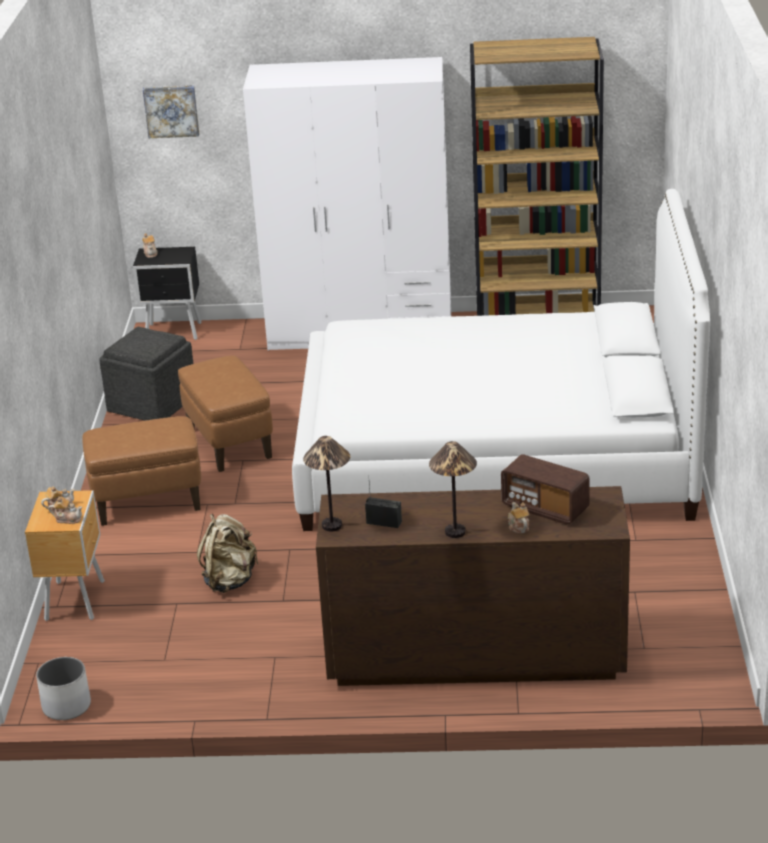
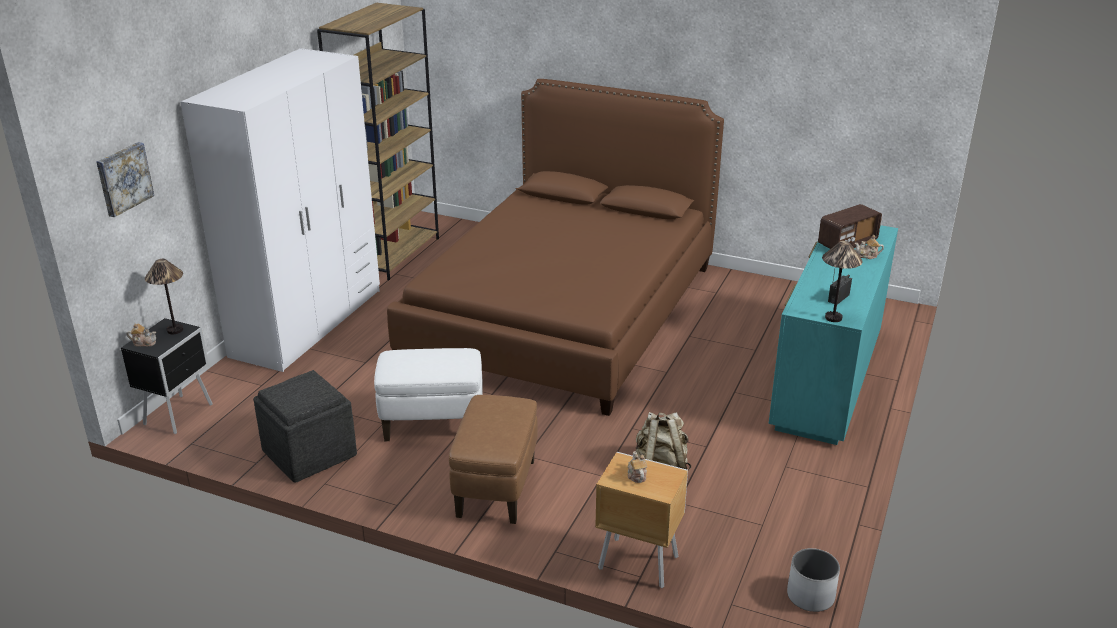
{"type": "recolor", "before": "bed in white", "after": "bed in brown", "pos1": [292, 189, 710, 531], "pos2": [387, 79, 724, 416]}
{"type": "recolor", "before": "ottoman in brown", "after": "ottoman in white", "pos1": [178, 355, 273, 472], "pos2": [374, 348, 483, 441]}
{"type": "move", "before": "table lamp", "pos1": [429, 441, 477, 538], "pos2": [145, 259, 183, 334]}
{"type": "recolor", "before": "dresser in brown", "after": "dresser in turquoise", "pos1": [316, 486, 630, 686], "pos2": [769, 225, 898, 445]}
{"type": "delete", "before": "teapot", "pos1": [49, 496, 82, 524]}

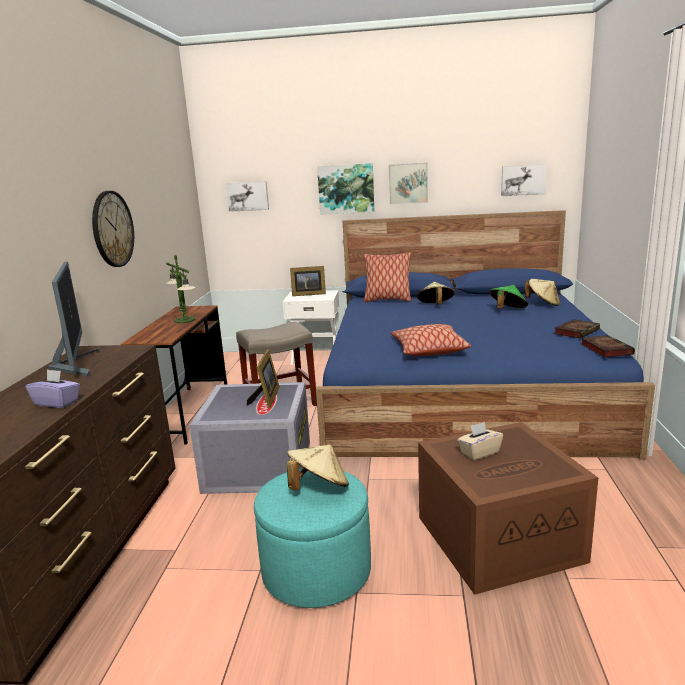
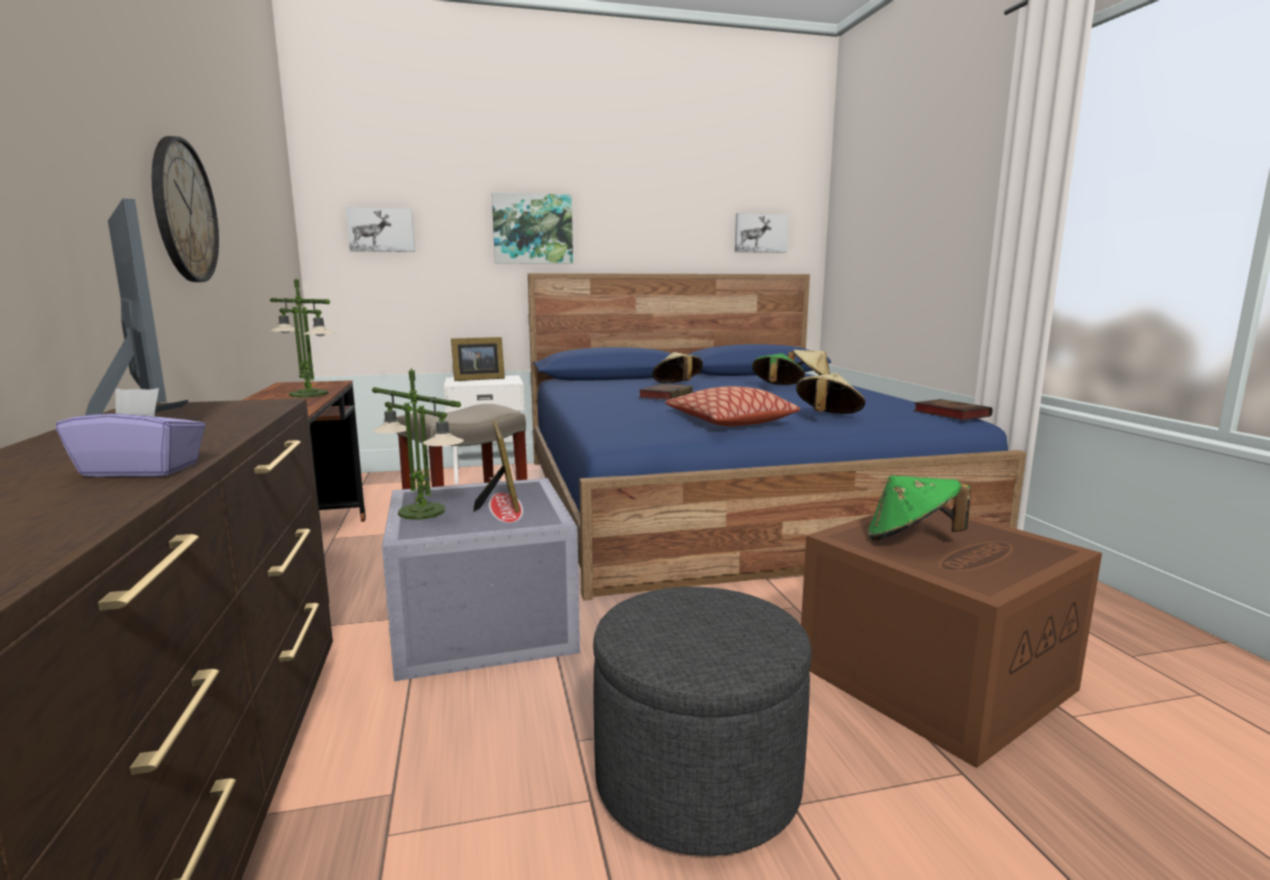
{"type": "delete", "before": "picture", "pos1": [389, 163, 428, 204]}
{"type": "delete", "before": "pillow", "pos1": [363, 252, 412, 302]}
{"type": "move", "before": "book", "pos1": [554, 319, 600, 338], "pos2": [638, 384, 693, 400]}
{"type": "replace", "before": "tissue box in beige", "after": "hat in green", "pos1": [457, 422, 503, 461], "pos2": [867, 475, 971, 540]}
{"type": "move", "before": "hat in beige", "pos1": [287, 444, 349, 490], "pos2": [796, 373, 865, 414]}
{"type": "recolor", "before": "ottoman in turquoise", "after": "ottoman in grey", "pos1": [254, 468, 371, 608], "pos2": [593, 587, 812, 856]}
{"type": "insert", "after": "table lamp", "pos2": [372, 368, 464, 520]}

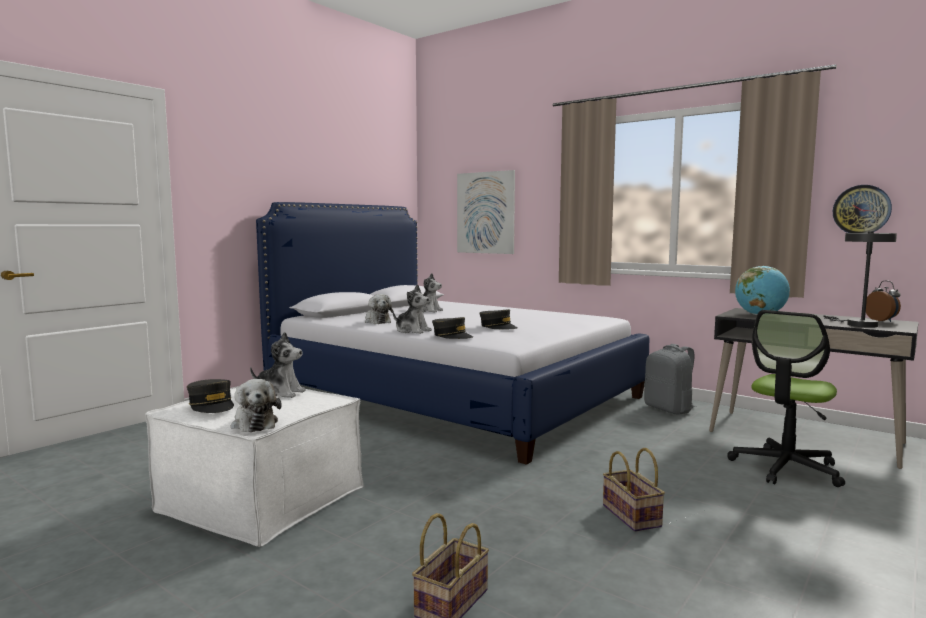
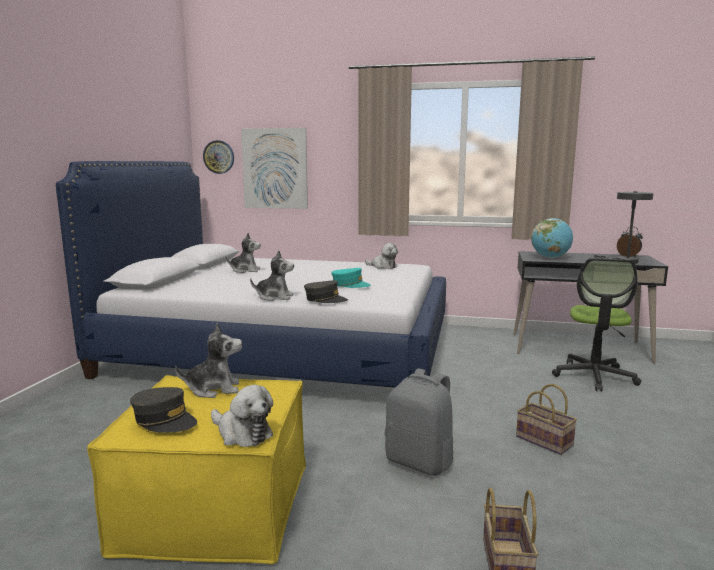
{"type": "move", "before": "wall clock", "pos1": [833, 185, 892, 233], "pos2": [203, 140, 234, 174]}
{"type": "move", "before": "plush toy", "pos1": [365, 294, 393, 324], "pos2": [365, 243, 398, 269]}
{"type": "recolor", "before": "cap in grey", "after": "cap in turquoise", "pos1": [479, 309, 518, 329], "pos2": [331, 268, 371, 288]}
{"type": "move", "before": "backpack in grey", "pos1": [644, 344, 696, 415], "pos2": [385, 369, 453, 476]}
{"type": "recolor", "before": "ottoman in white", "after": "ottoman in yellow", "pos1": [145, 387, 364, 547], "pos2": [87, 375, 306, 564]}

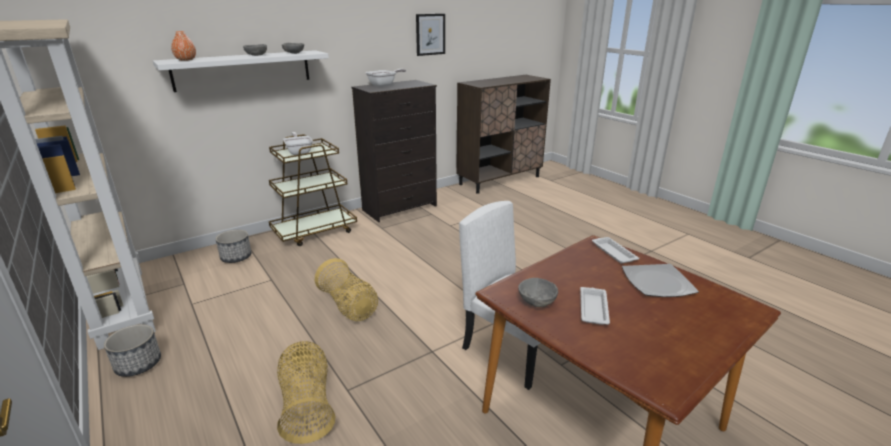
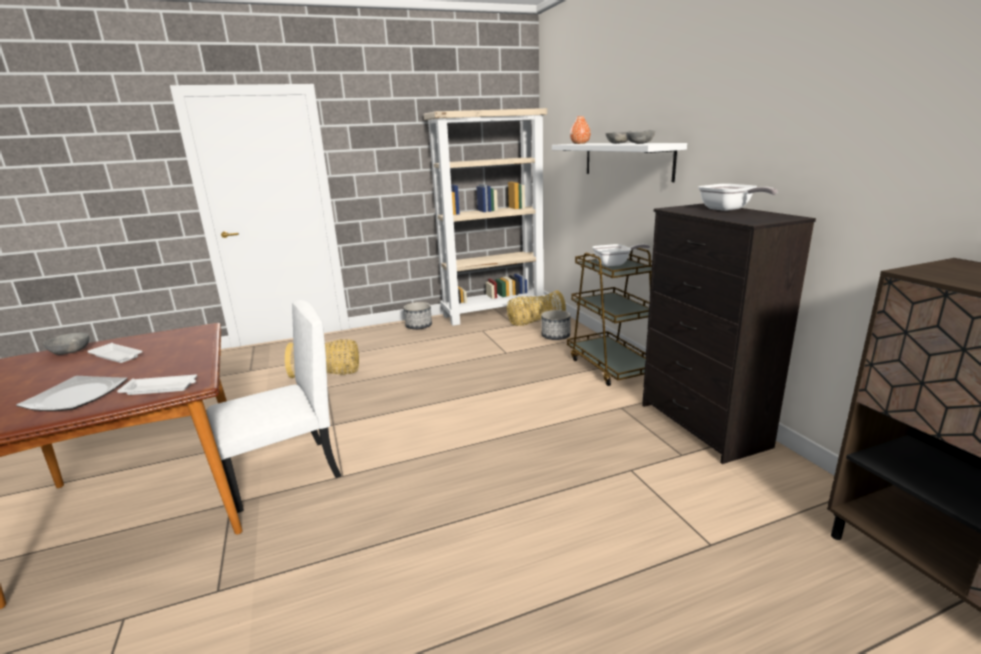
{"type": "delete", "before": "picture", "pos1": [416, 14, 445, 56]}
{"type": "move", "before": "basket", "pos1": [315, 258, 378, 321], "pos2": [507, 290, 566, 326]}
{"type": "move", "before": "bowl in grey", "pos1": [518, 278, 558, 307], "pos2": [43, 333, 89, 355]}

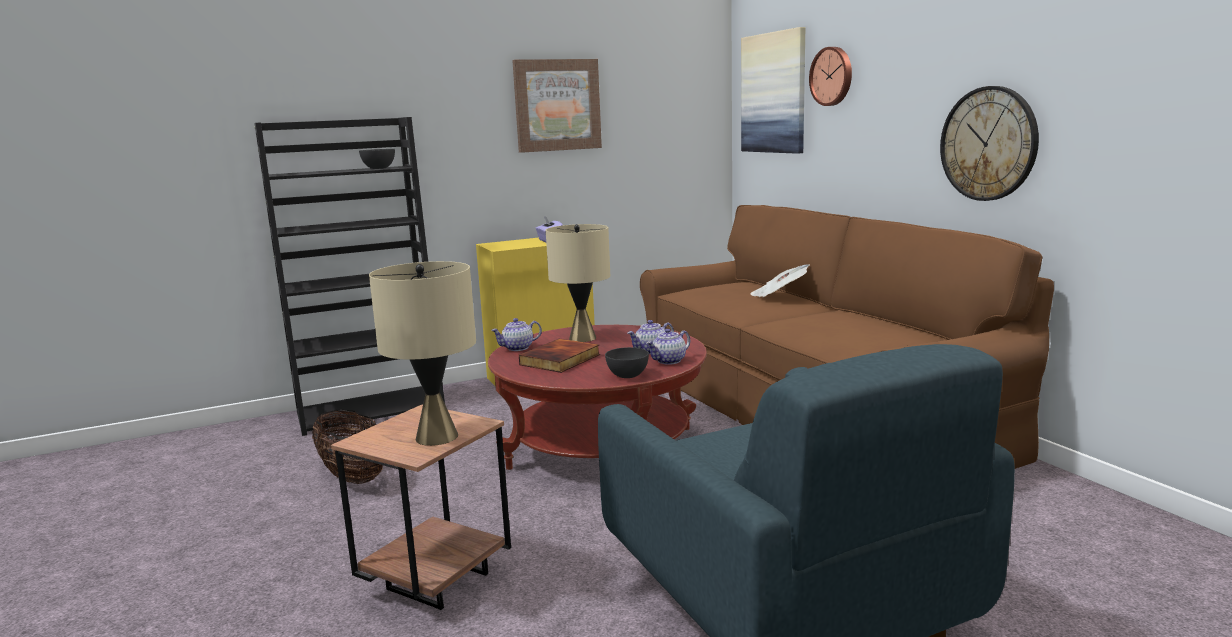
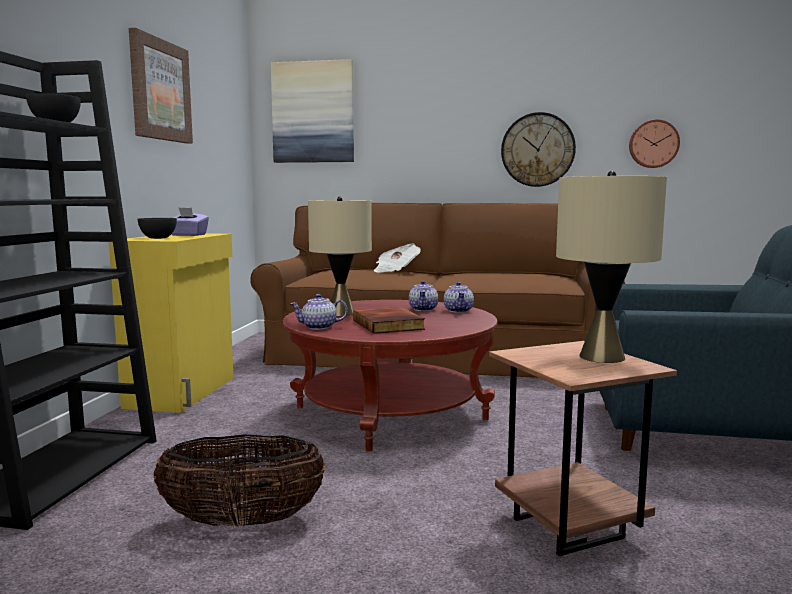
{"type": "move", "before": "wall clock", "pos1": [809, 47, 852, 106], "pos2": [629, 119, 680, 168]}
{"type": "rotate", "before": "teapot", "pos1": [491, 318, 542, 351], "pos2": [290, 294, 348, 330], "turn": 75}
{"type": "move", "before": "bowl in grey", "pos1": [605, 347, 649, 378], "pos2": [137, 218, 177, 239]}

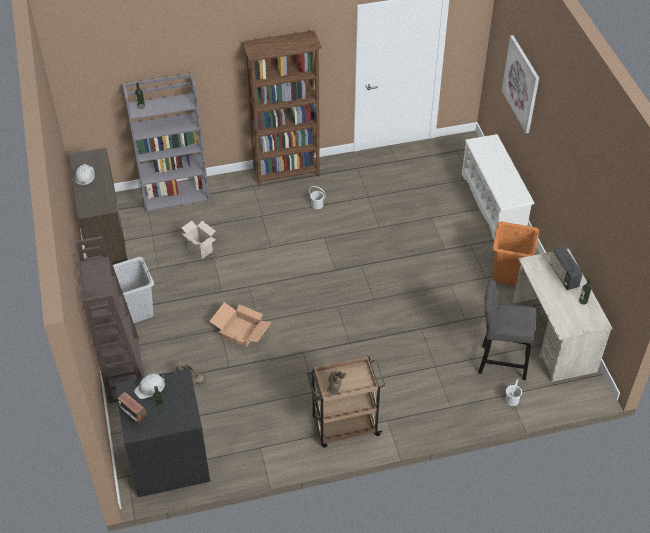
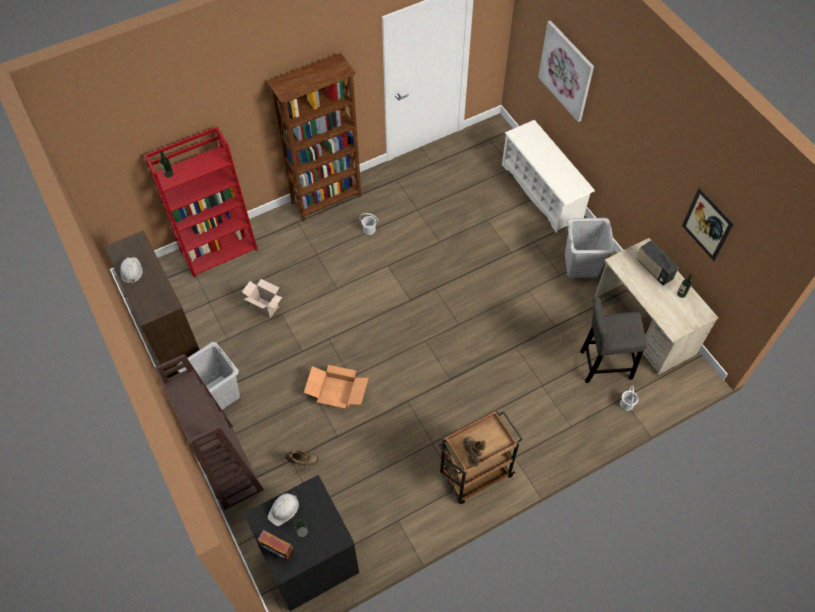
{"type": "recolor", "before": "bookcase in grey", "after": "bookcase in red", "pos1": [123, 73, 210, 213], "pos2": [144, 126, 258, 277]}
{"type": "recolor", "before": "laundry basket in orange", "after": "laundry basket in grey", "pos1": [493, 222, 539, 286], "pos2": [565, 218, 615, 278]}
{"type": "insert", "after": "picture", "pos2": [682, 187, 734, 261]}

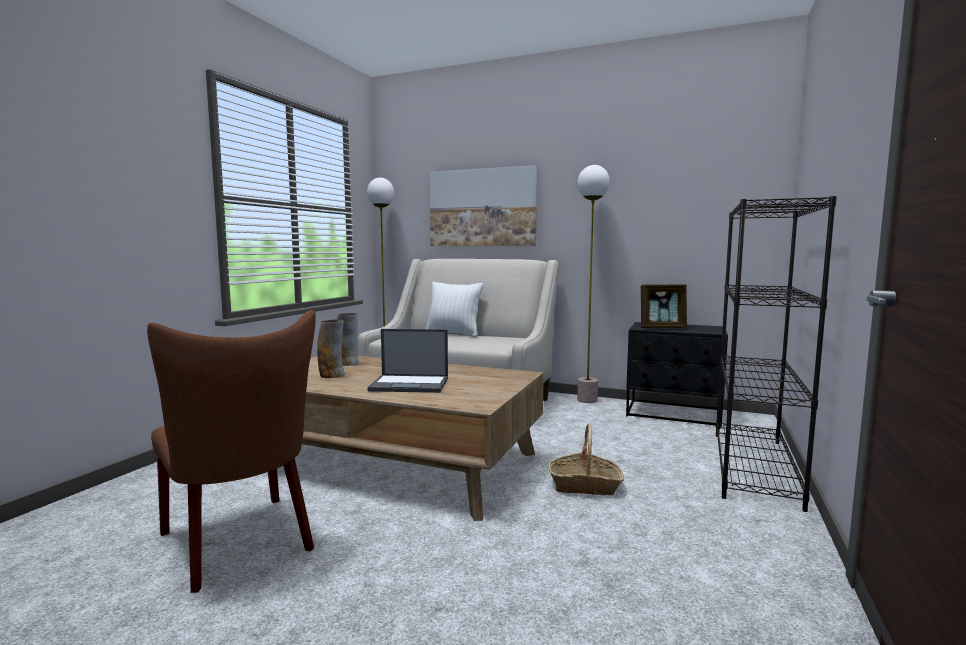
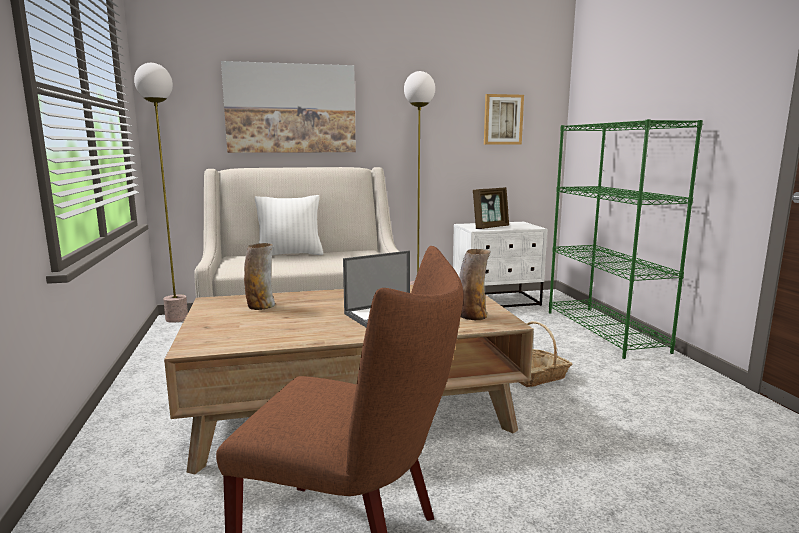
{"type": "recolor", "before": "bookcase in black", "after": "bookcase in green", "pos1": [716, 196, 837, 512], "pos2": [549, 119, 703, 359]}
{"type": "move", "before": "vase", "pos1": [317, 319, 345, 378], "pos2": [459, 249, 490, 320]}
{"type": "recolor", "before": "nightstand in black", "after": "nightstand in white", "pos1": [626, 322, 728, 427], "pos2": [453, 222, 547, 307]}
{"type": "insert", "after": "picture", "pos2": [484, 94, 524, 144]}

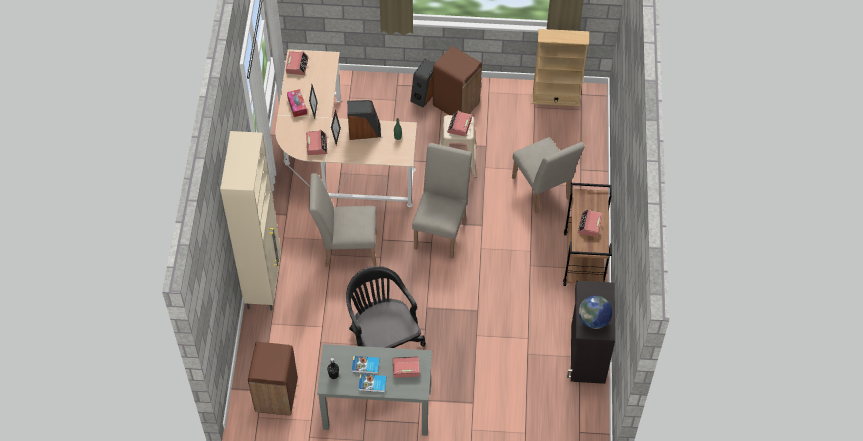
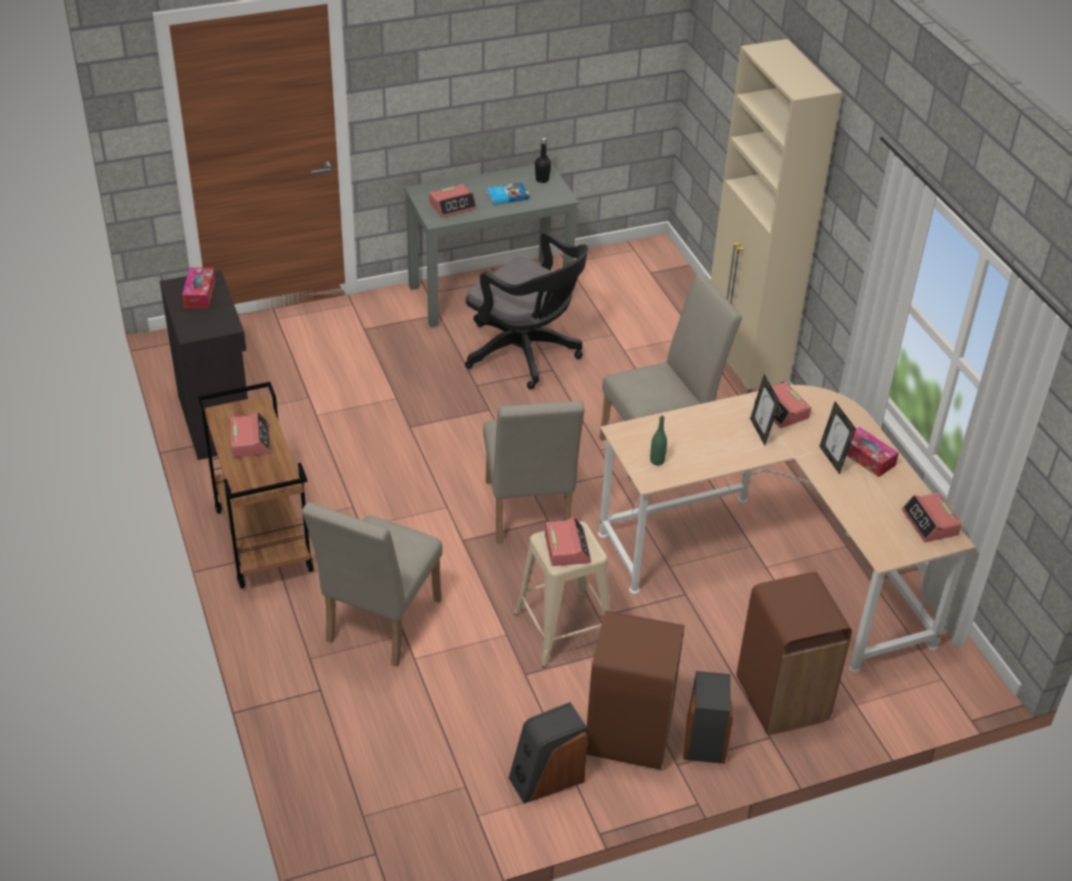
{"type": "delete", "before": "bookcase in beige", "pos1": [532, 29, 589, 106]}
{"type": "move", "before": "speaker", "pos1": [347, 100, 381, 140], "pos2": [509, 702, 588, 804]}
{"type": "rotate", "before": "chair in beige", "pos1": [512, 137, 585, 213], "pos2": [302, 502, 443, 667], "turn": -105}
{"type": "replace", "before": "globe", "after": "tissue box", "pos1": [579, 295, 612, 329], "pos2": [182, 267, 216, 308]}
{"type": "move", "before": "trash can in brown", "pos1": [248, 342, 298, 415], "pos2": [737, 572, 852, 735]}
{"type": "delete", "before": "book", "pos1": [358, 374, 387, 392]}

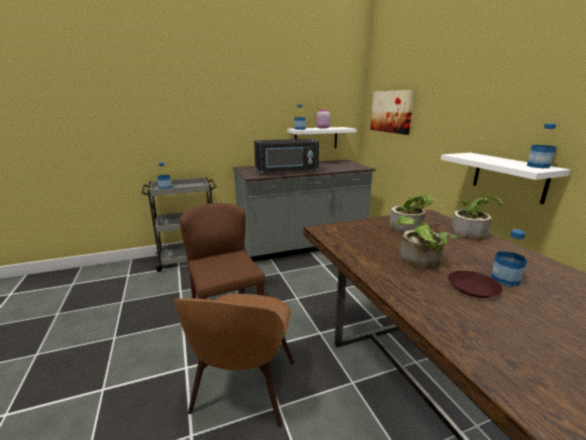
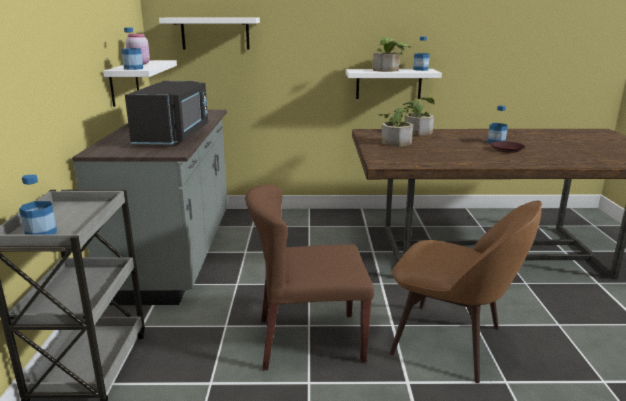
{"type": "replace", "before": "picture", "after": "shelf in white", "pos1": [371, 90, 414, 135], "pos2": [159, 17, 260, 50]}
{"type": "move", "before": "potted plant", "pos1": [397, 215, 458, 269], "pos2": [373, 38, 411, 72]}

